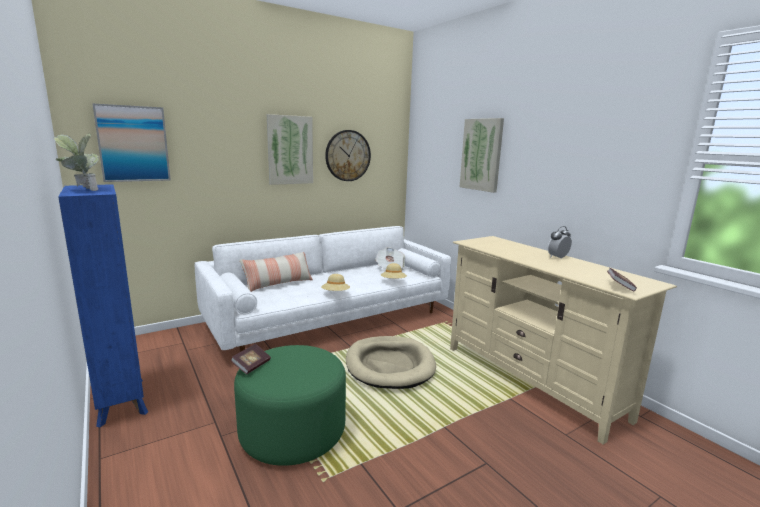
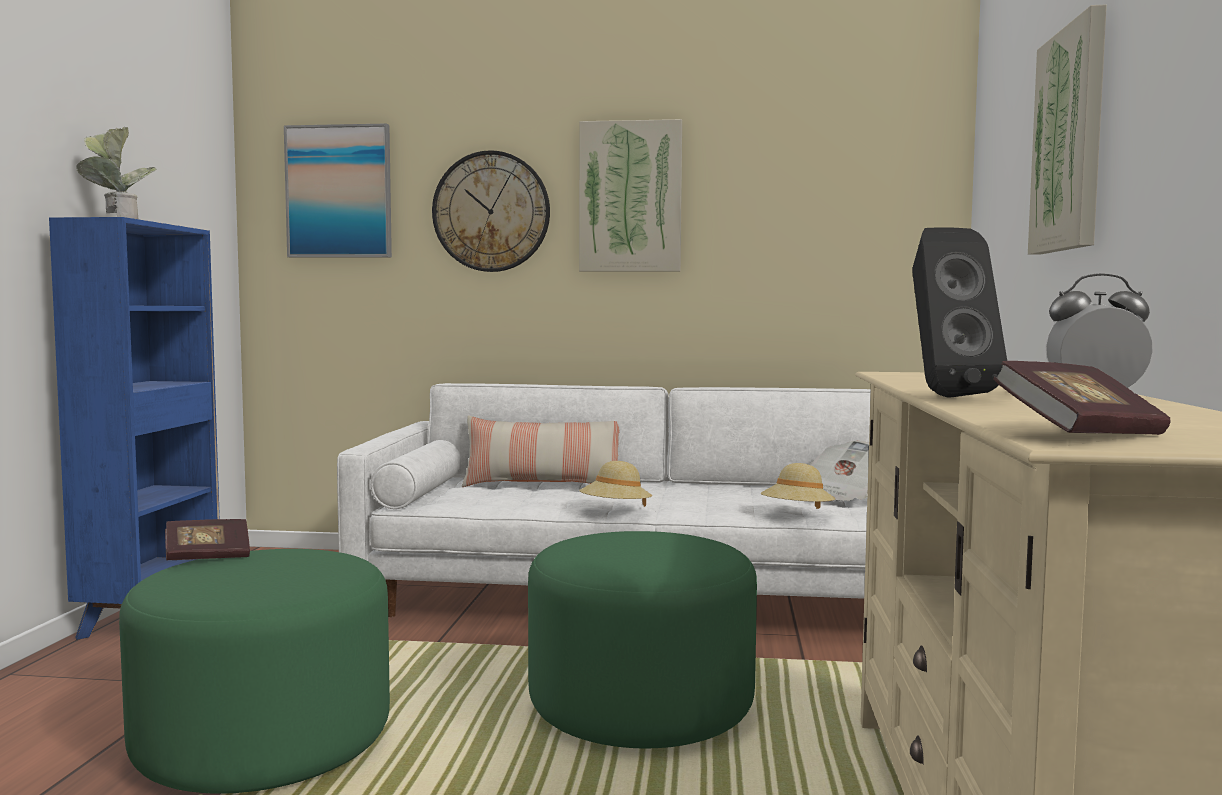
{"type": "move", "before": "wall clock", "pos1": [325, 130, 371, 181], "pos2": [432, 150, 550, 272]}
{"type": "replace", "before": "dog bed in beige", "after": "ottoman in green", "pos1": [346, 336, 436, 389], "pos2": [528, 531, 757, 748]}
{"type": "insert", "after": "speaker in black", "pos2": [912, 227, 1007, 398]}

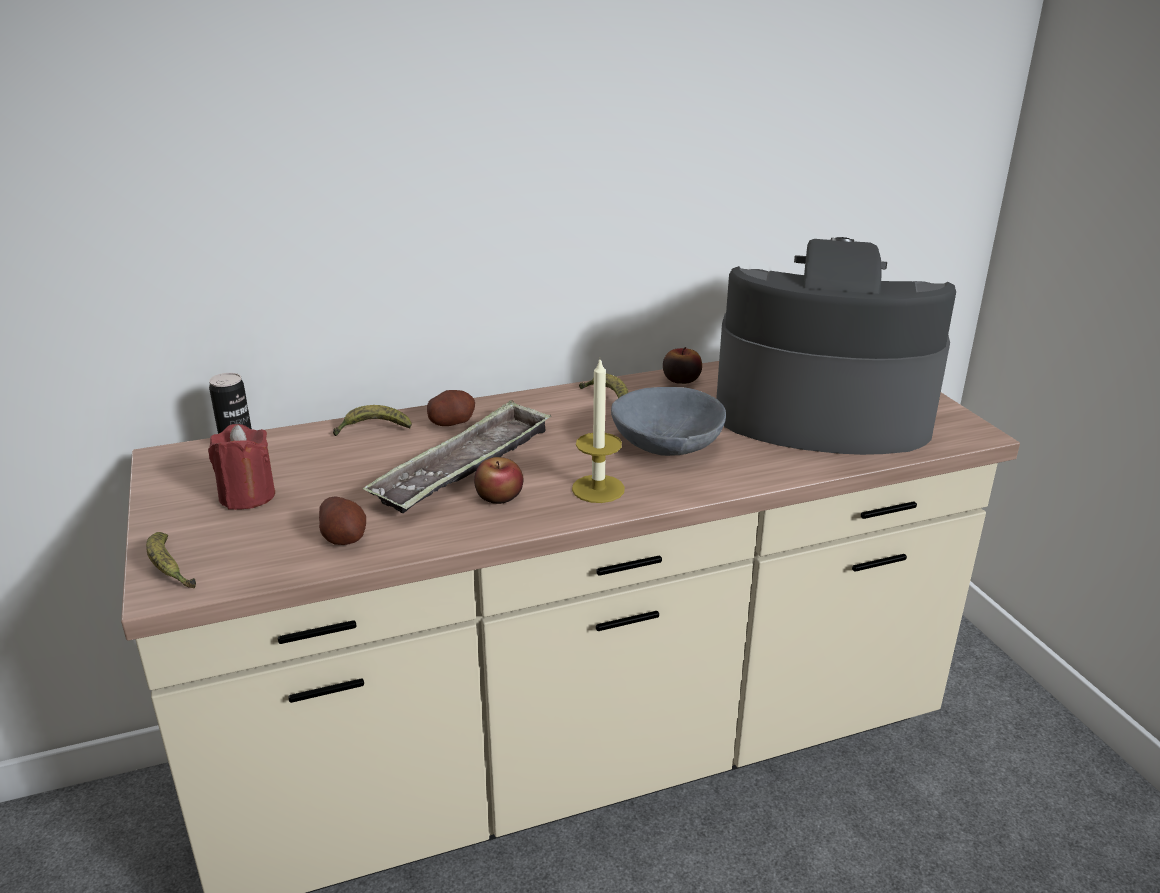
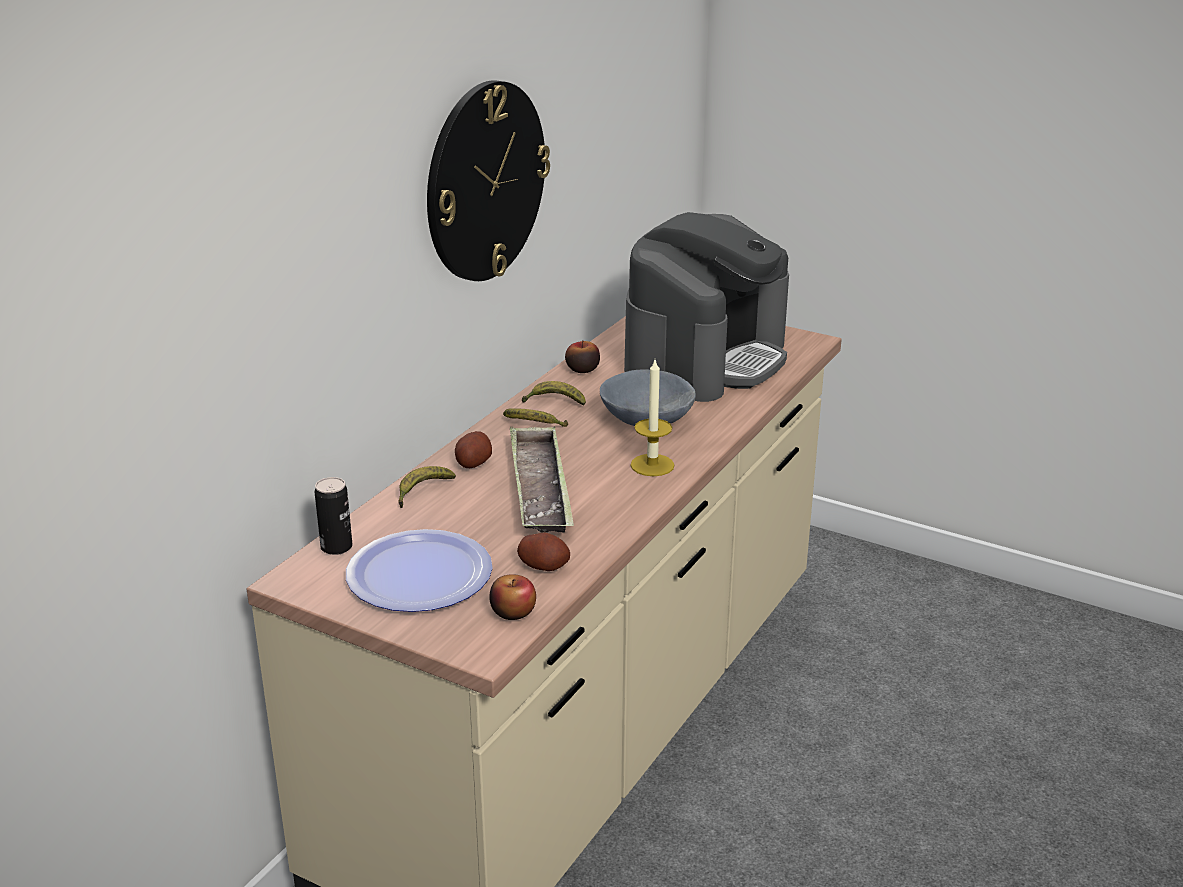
{"type": "rotate", "before": "coffee machine", "pos1": [716, 237, 956, 455], "pos2": [624, 212, 789, 402], "turn": 150}
{"type": "replace", "before": "candle in red", "after": "plate", "pos1": [208, 424, 275, 510], "pos2": [346, 529, 493, 612]}
{"type": "move", "before": "apple", "pos1": [474, 457, 524, 504], "pos2": [489, 574, 536, 620]}
{"type": "move", "before": "banana", "pos1": [146, 532, 196, 588], "pos2": [503, 408, 568, 427]}
{"type": "insert", "after": "wall clock", "pos2": [427, 80, 550, 281]}

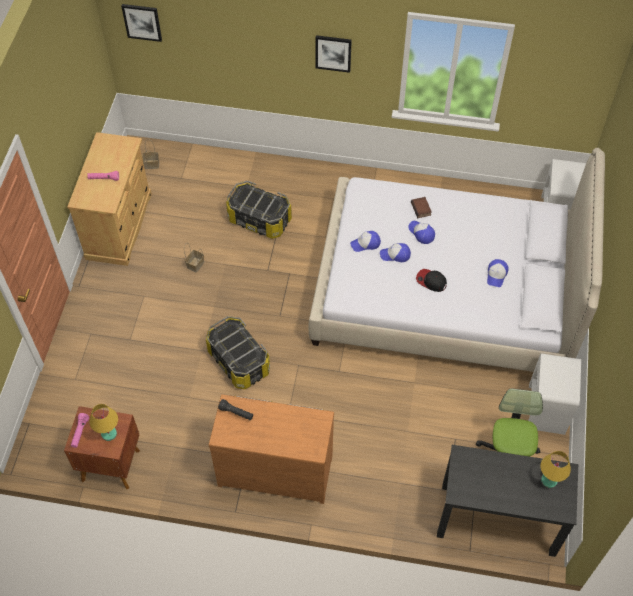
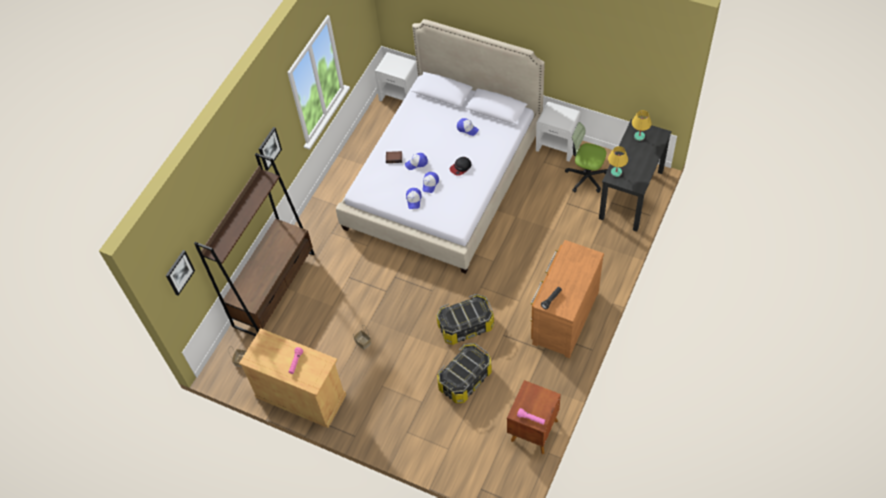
{"type": "move", "before": "storage box", "pos1": [226, 181, 292, 239], "pos2": [437, 343, 492, 404]}
{"type": "move", "before": "table lamp in yellow", "pos1": [89, 404, 118, 441], "pos2": [608, 146, 628, 177]}
{"type": "insert", "after": "bookcase in brown", "pos2": [194, 153, 314, 336]}

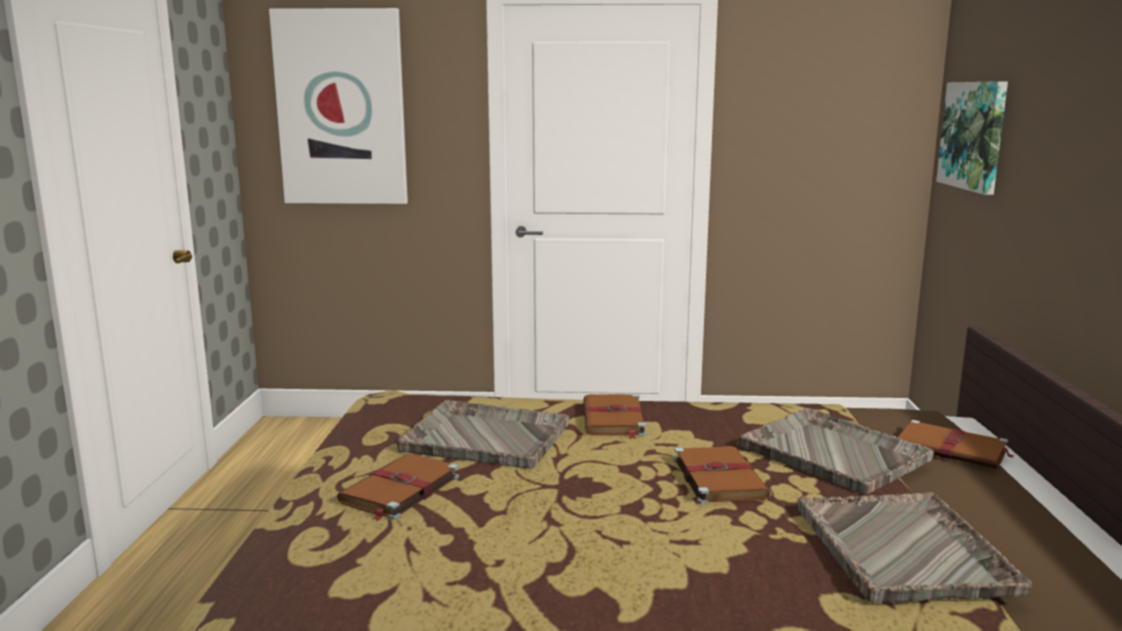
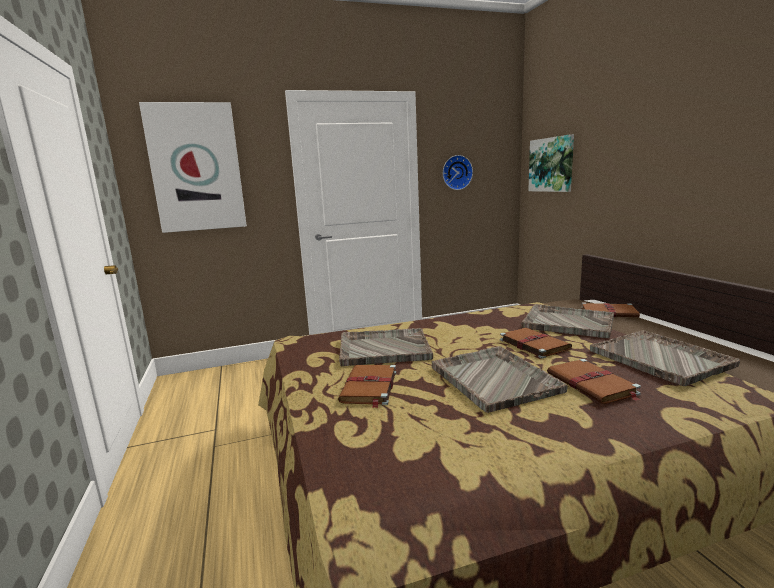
{"type": "move", "before": "book in brown", "pos1": [584, 394, 646, 439], "pos2": [547, 359, 641, 404]}
{"type": "insert", "after": "wall clock", "pos2": [443, 155, 473, 190]}
{"type": "insert", "after": "tray in grey", "pos2": [432, 346, 568, 413]}

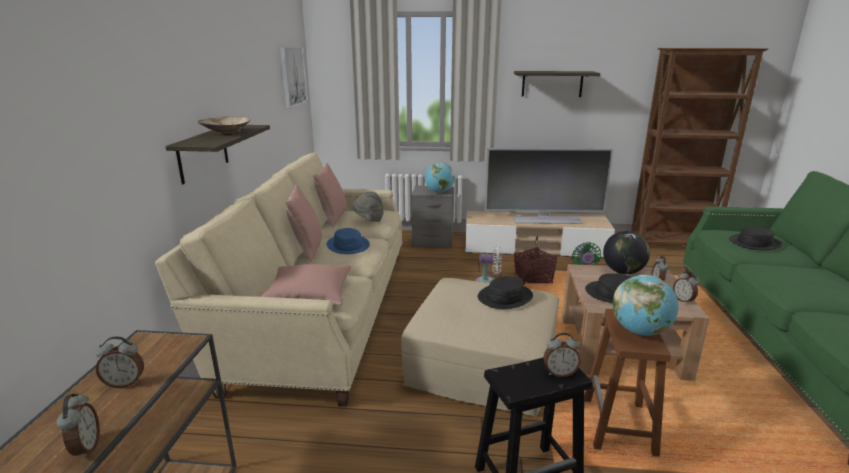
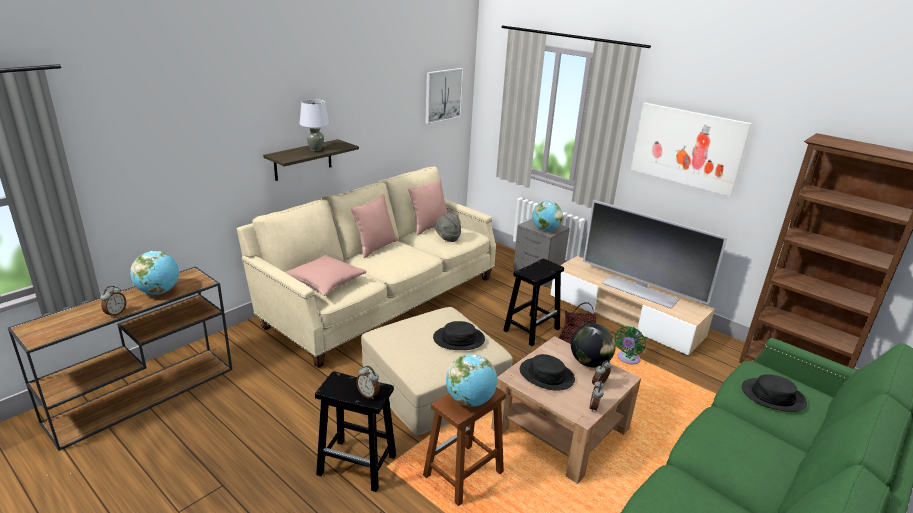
{"type": "replace", "before": "shelf", "after": "picture", "pos1": [514, 71, 600, 97], "pos2": [631, 103, 752, 197]}
{"type": "replace", "before": "bowl in beige", "after": "table lamp in grey", "pos1": [198, 116, 251, 136], "pos2": [300, 99, 329, 151]}
{"type": "delete", "before": "hat in blue", "pos1": [327, 228, 370, 254]}
{"type": "replace", "before": "fan in white", "after": "stool in black", "pos1": [476, 245, 502, 283], "pos2": [503, 258, 564, 346]}
{"type": "replace", "before": "alarm clock", "after": "globe", "pos1": [96, 336, 144, 388], "pos2": [130, 251, 179, 295]}

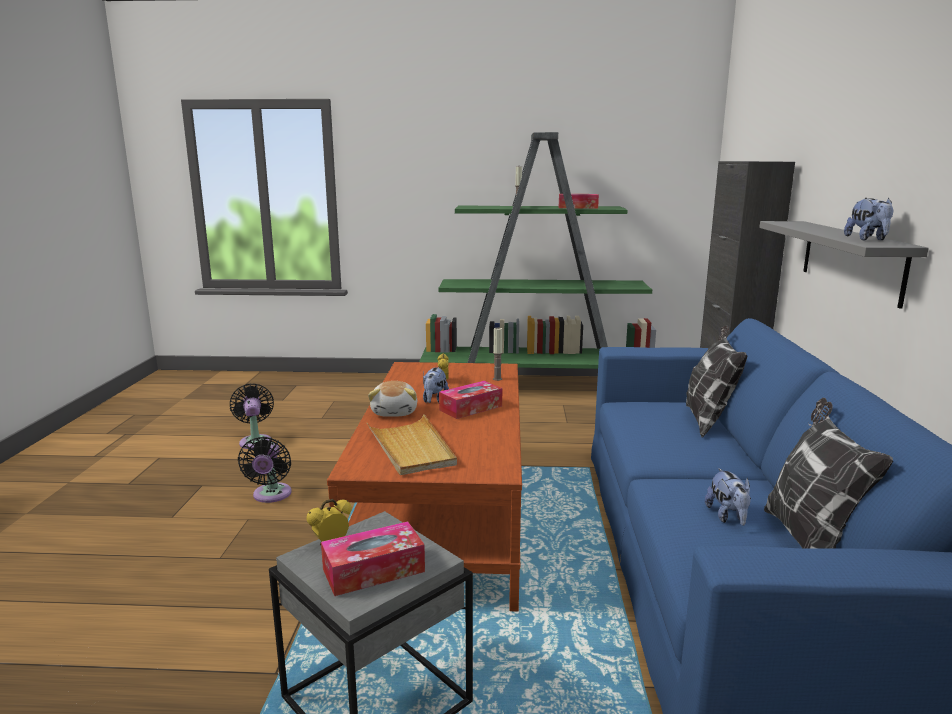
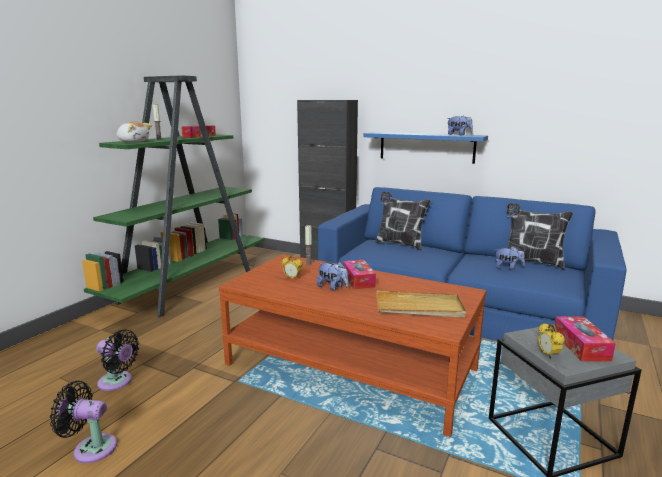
{"type": "recolor", "before": "shelf in grey", "after": "shelf in blue", "pos1": [759, 221, 929, 309], "pos2": [363, 132, 488, 164]}
{"type": "move", "before": "plush toy", "pos1": [368, 381, 417, 417], "pos2": [117, 121, 152, 142]}
{"type": "move", "before": "fan in black", "pos1": [238, 437, 292, 503], "pos2": [96, 329, 139, 391]}

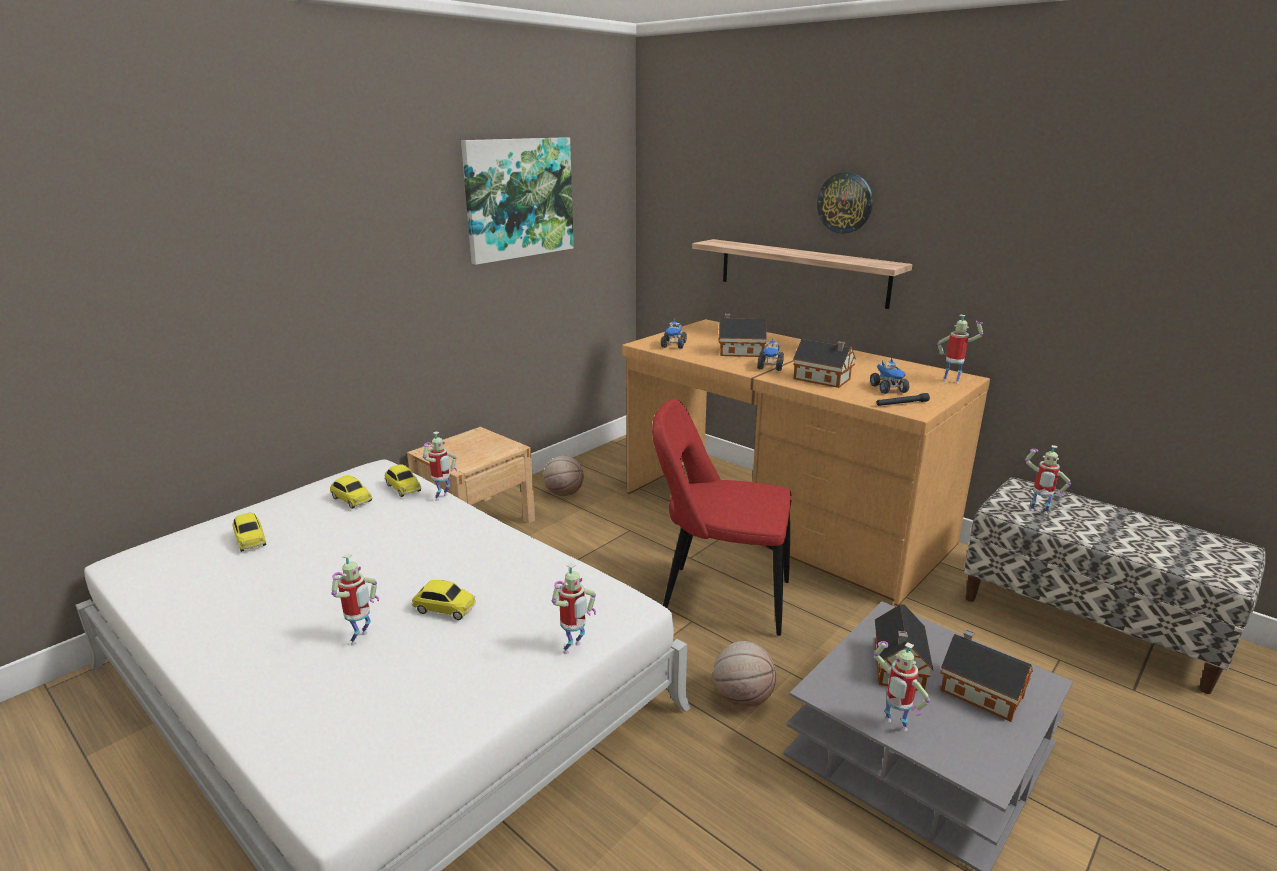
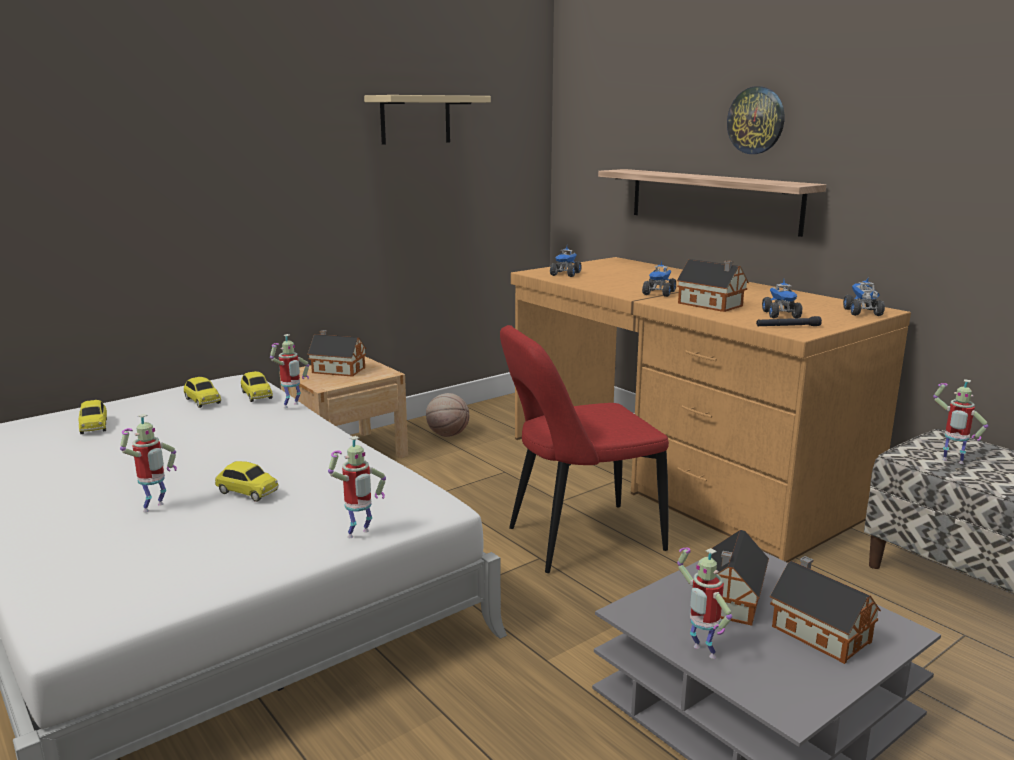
{"type": "replace", "before": "picture", "after": "shelf in beige", "pos1": [461, 137, 574, 265], "pos2": [364, 95, 491, 145]}
{"type": "move", "before": "toy house", "pos1": [719, 314, 766, 357], "pos2": [307, 330, 366, 377]}
{"type": "replace", "before": "toy robot", "after": "toy truck", "pos1": [937, 315, 983, 384], "pos2": [843, 278, 885, 316]}
{"type": "rotate", "before": "chair in red", "pos1": [652, 399, 792, 636], "pos2": [500, 325, 669, 573], "turn": -45}
{"type": "delete", "before": "basketball", "pos1": [713, 641, 776, 707]}

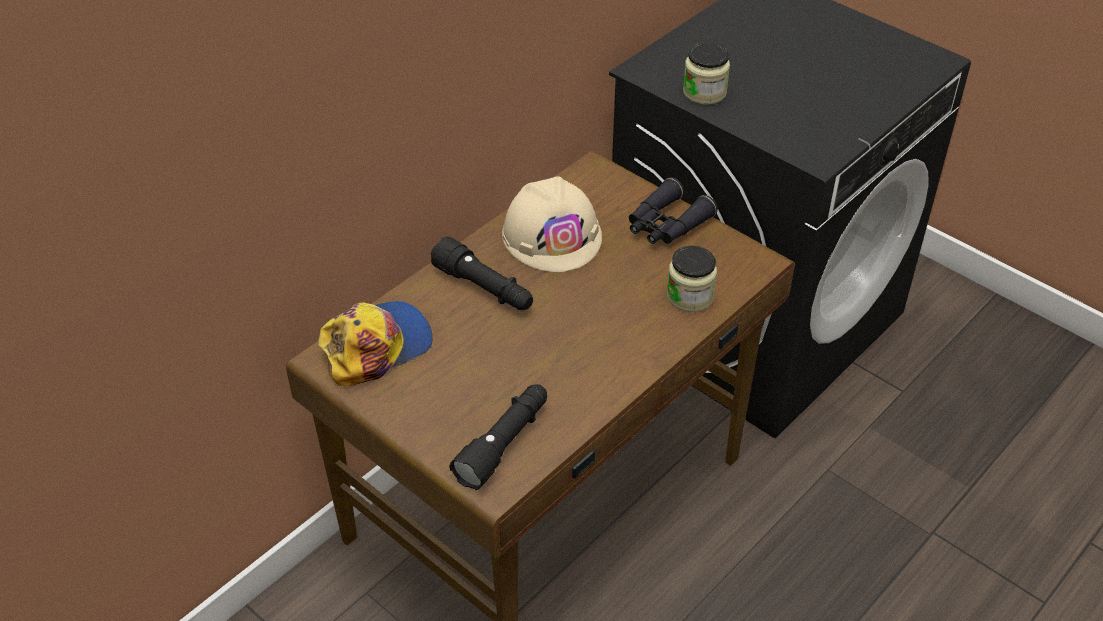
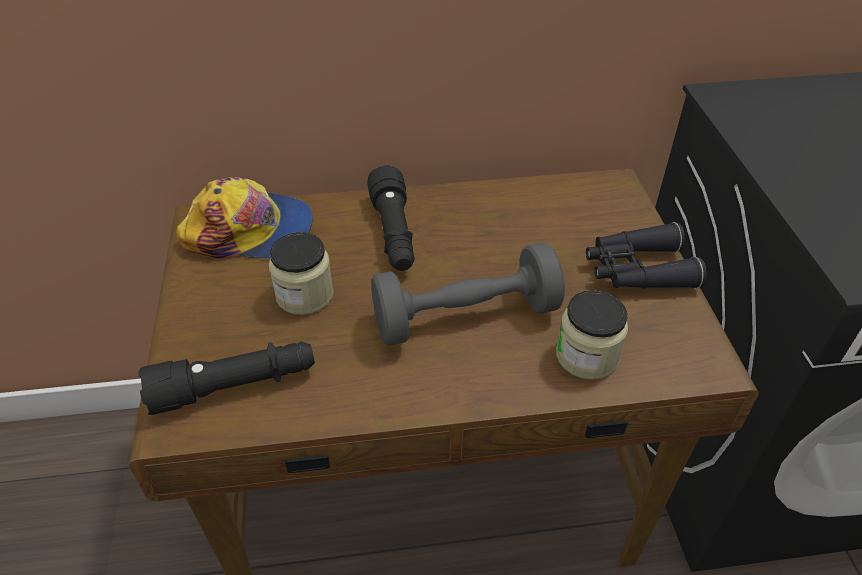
{"type": "move", "before": "jar", "pos1": [683, 43, 730, 105], "pos2": [269, 232, 334, 315]}
{"type": "delete", "before": "hard hat in beige", "pos1": [502, 176, 602, 272]}
{"type": "insert", "after": "dumbbell in grey", "pos2": [371, 242, 565, 346]}

